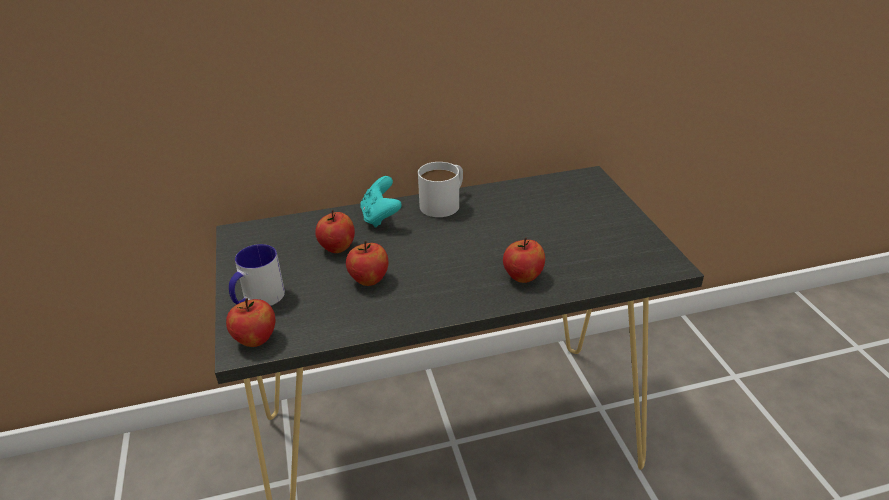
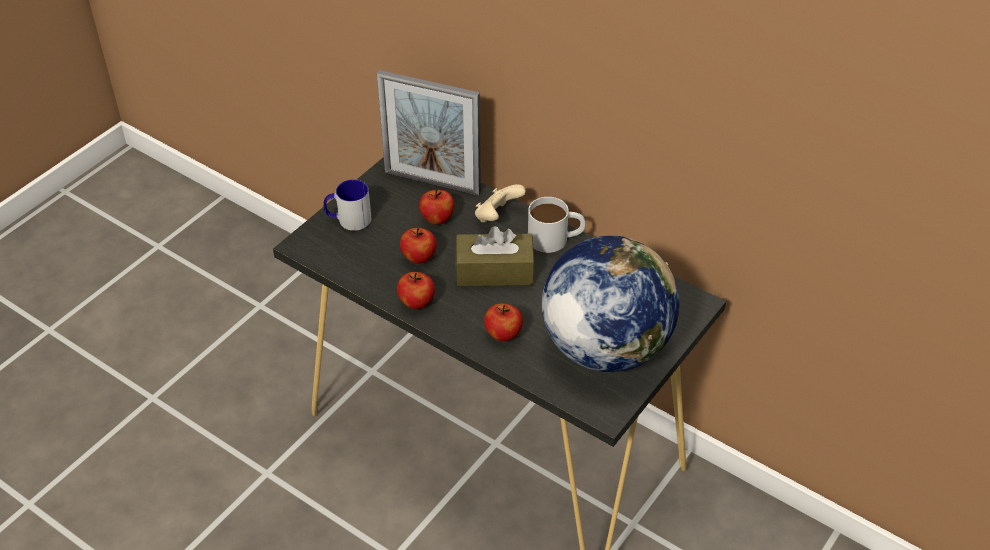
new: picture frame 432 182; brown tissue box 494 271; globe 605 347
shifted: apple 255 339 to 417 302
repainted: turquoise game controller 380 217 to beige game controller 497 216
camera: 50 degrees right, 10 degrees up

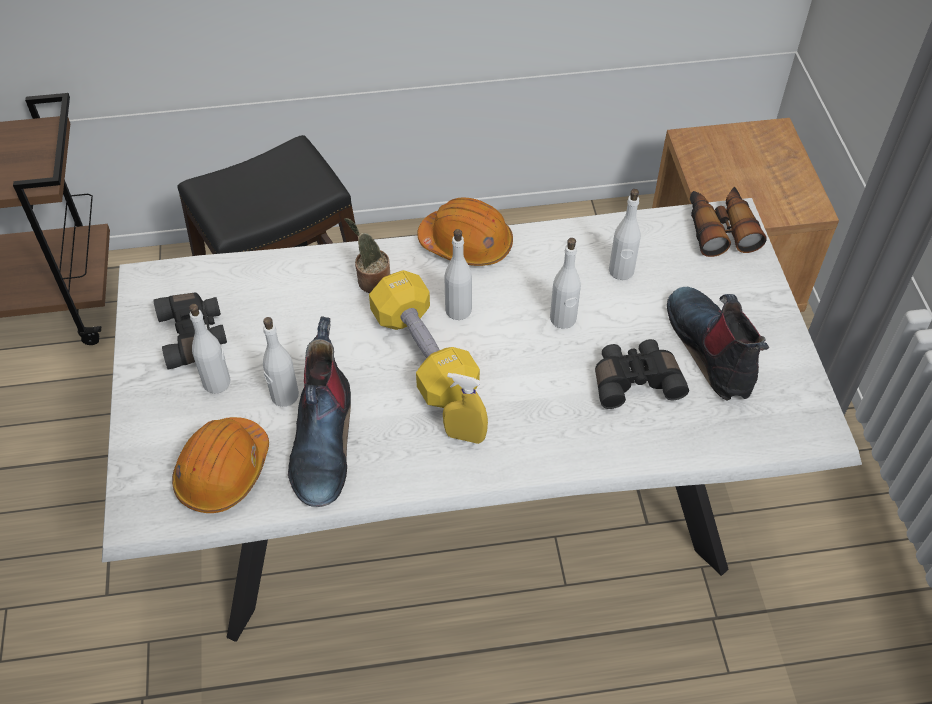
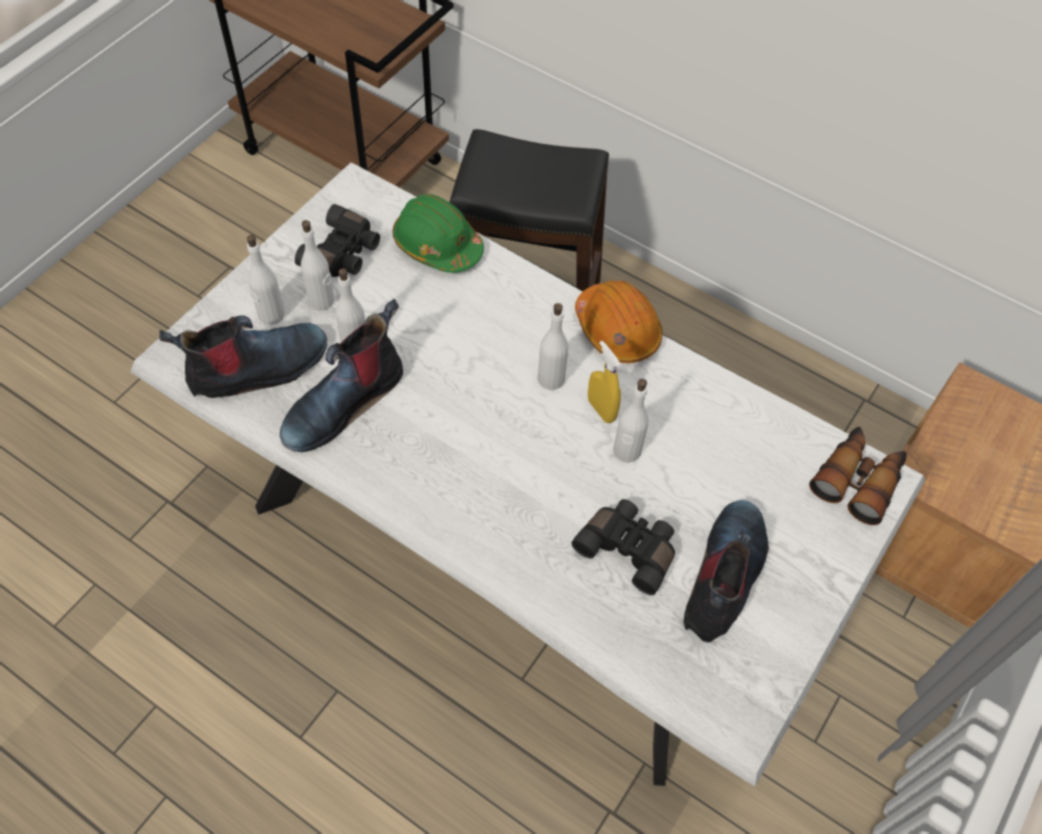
gone: potted plant 371 281; yellow dumbbell 424 355
new: green hard hat 437 245
shifted: yellow spray bottle 465 436 to 601 410; white bottle 621 271 to 271 315
swapped: orange hard hat 223 472 to boot 257 370
camera: 40 degrees right, 5 degrees up

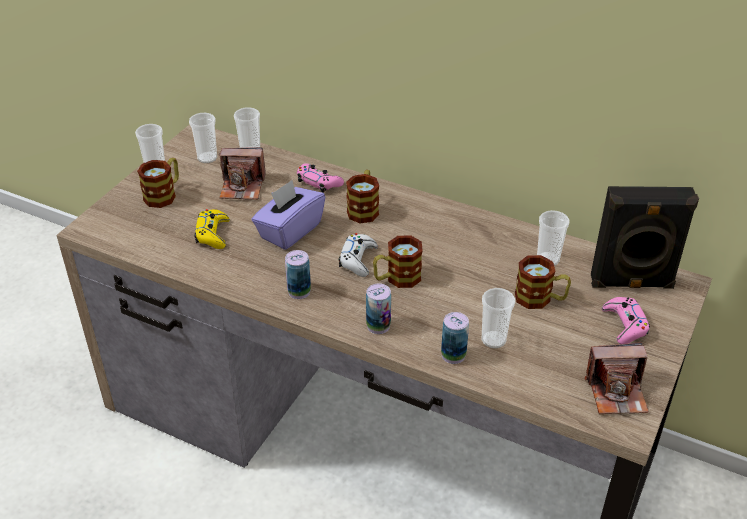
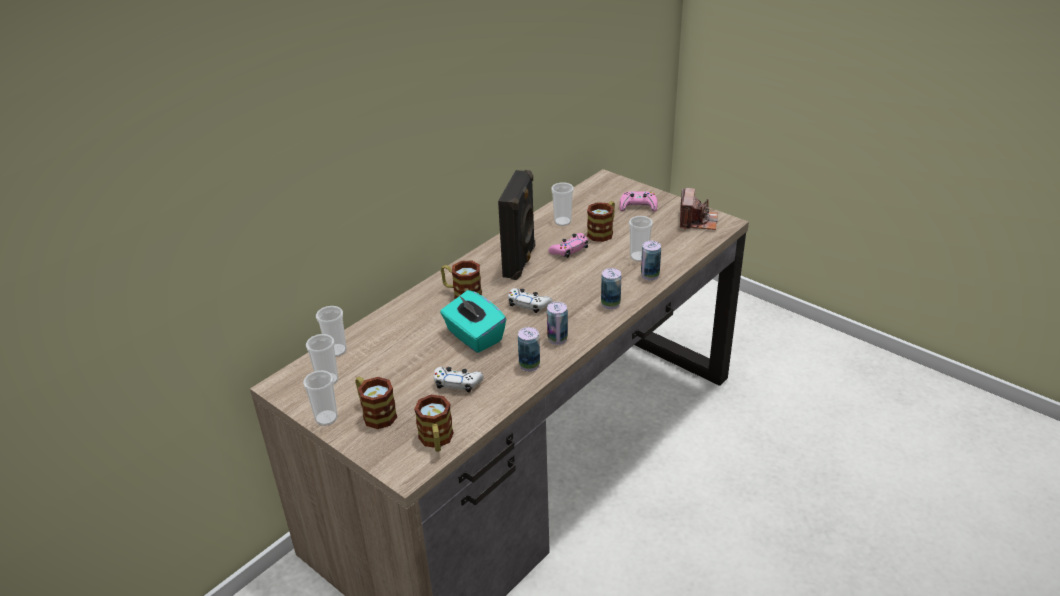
gone: photo camera 242 186
new: can 529 365
shifted: pink game controller 319 182 to 569 250; mug 397 278 to 436 441; black speaker 631 284 to 520 262
repainted: yellow game controller 212 234 to white game controller 457 383; purple tissue box 289 231 to turquoise tissue box 474 336
camera: 75 degrees left, 5 degrees down

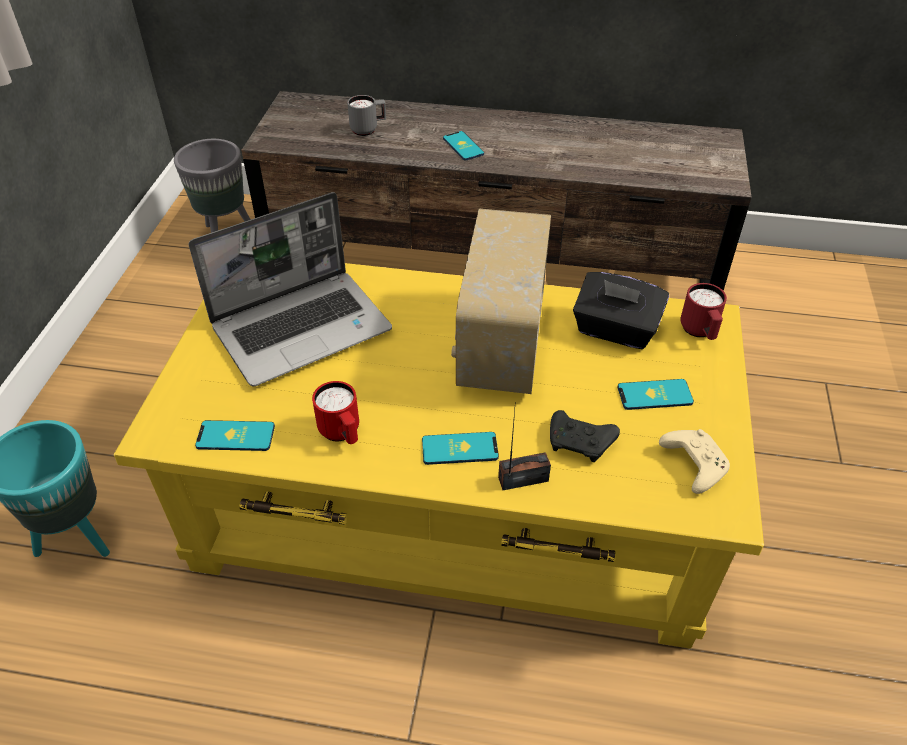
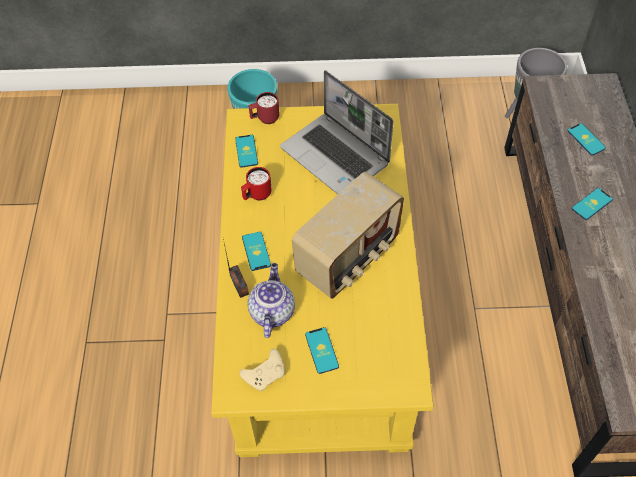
gone: black tissue box 615 330
shifted: red mug 700 332 to 265 119
swapped: grey mug 368 130 to phone 586 139; black game controller 580 443 to teapot 271 311
rotated: radio 499 343 = 348 258 135 degrees clockwise
camera: 80 degrees right, 10 degrees up

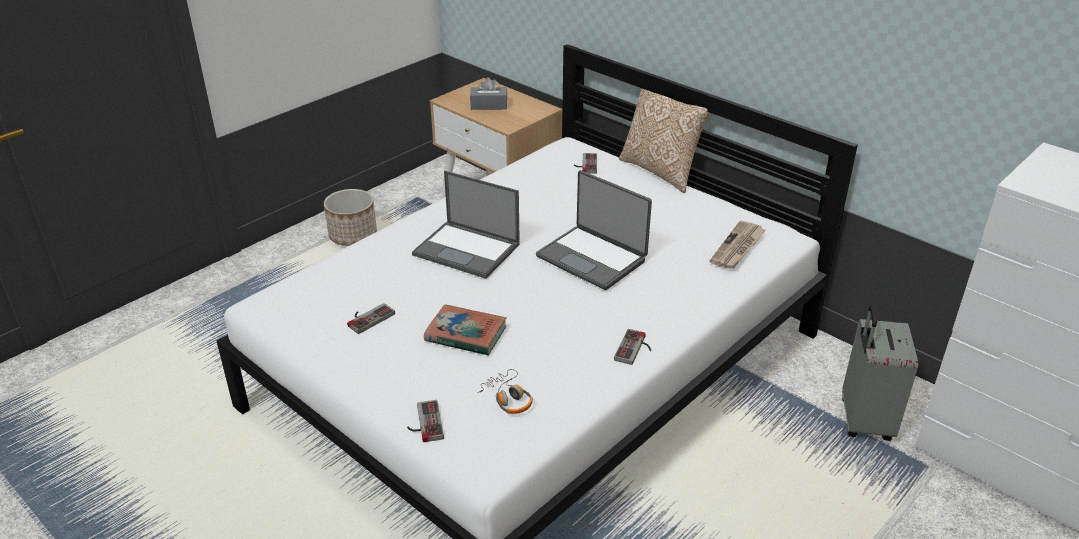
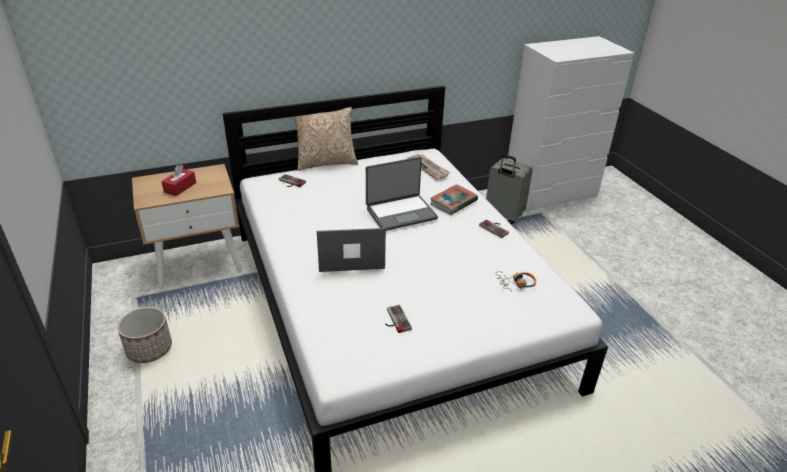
gone: game controller 423 423
shifted: book 465 334 to 453 202
repainted: grey tissue box 489 105 to red tissue box 180 187
rotated: laptop 468 250 = 349 255 150 degrees counterclockwise
camera: 65 degrees left, 0 degrees up

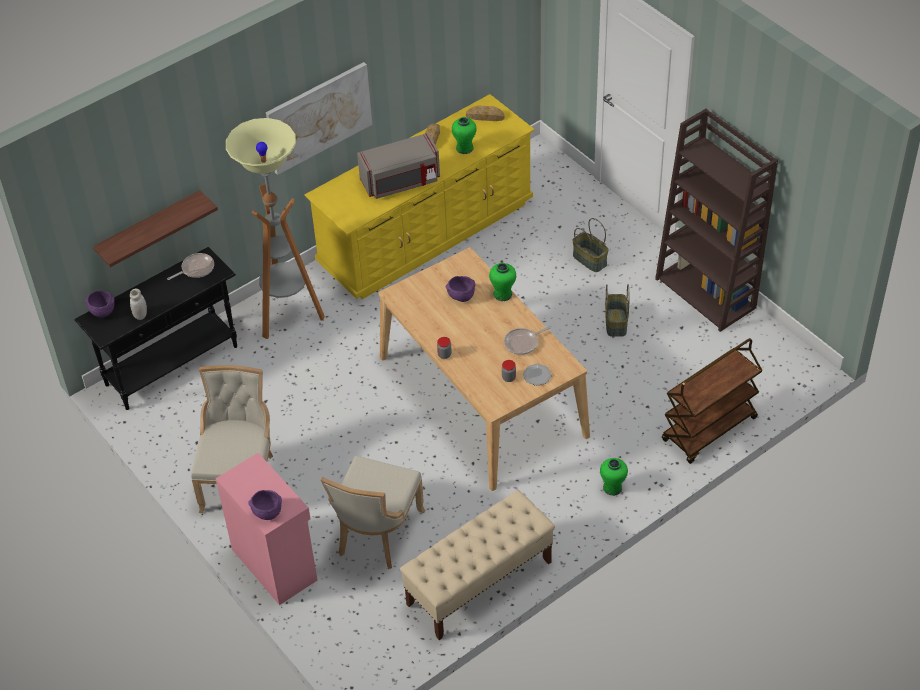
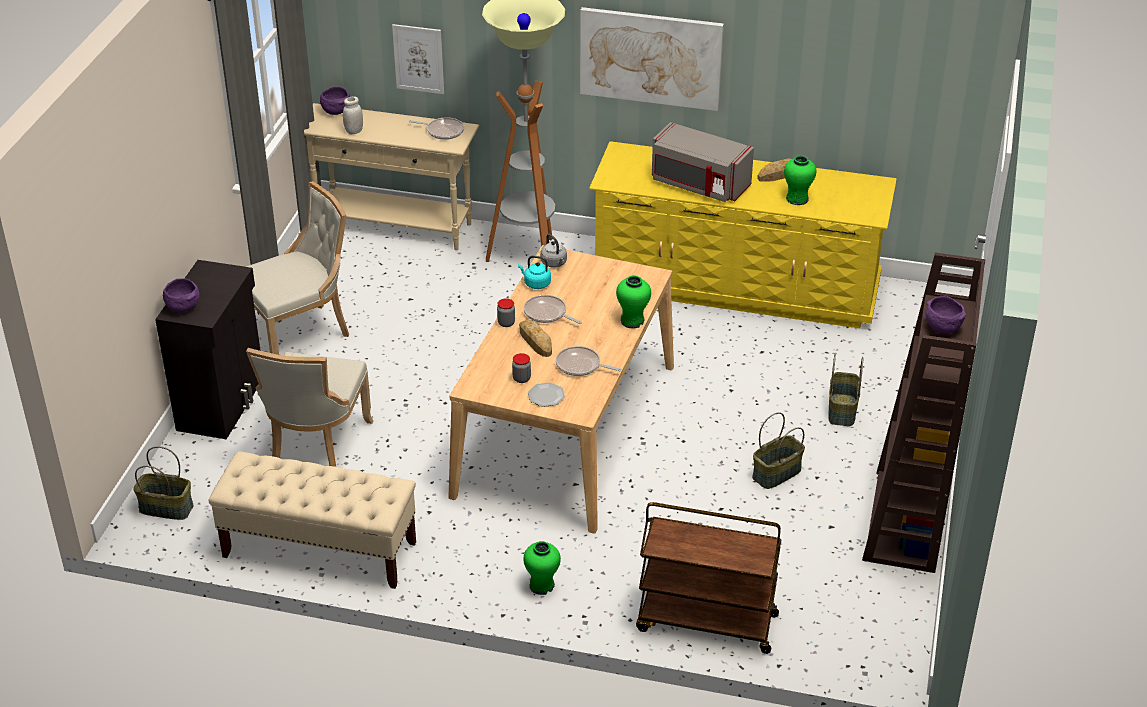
new: basket 167 507; turquoise kettle 536 283; frying pan 547 314; grey kettle 554 263
shifted: purple bowl 461 297 to 941 328; bread 485 116 to 535 341
swapped: shelf 149 229 to picture 418 59
repainted: black console table 172 365 to beige console table 395 227; pink cabinet 275 563 to black cabinet 223 403
rotated: beige chair 376 534 = 316 449 60 degrees counterclockwise
camera: 50 degrees right, 10 degrees down

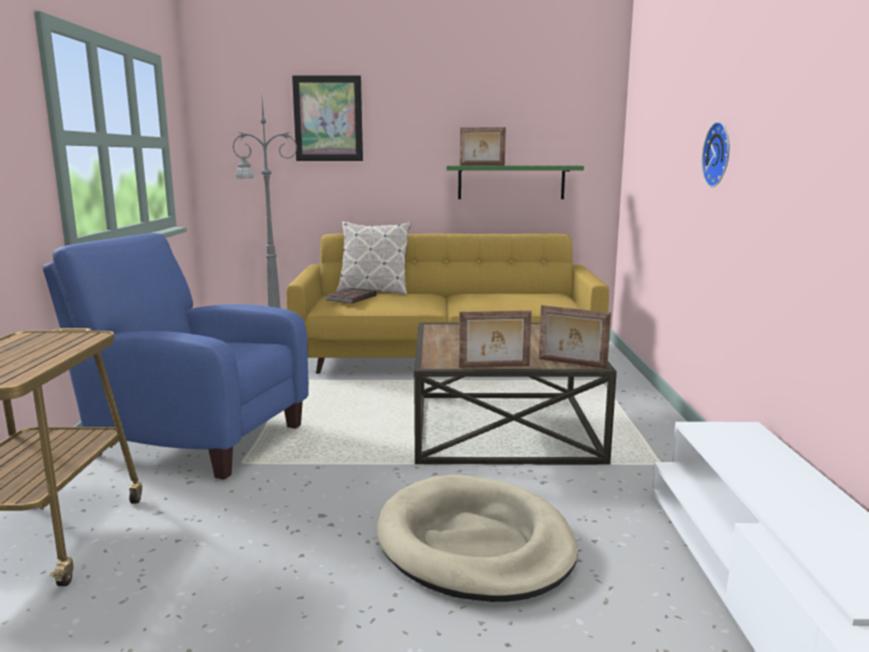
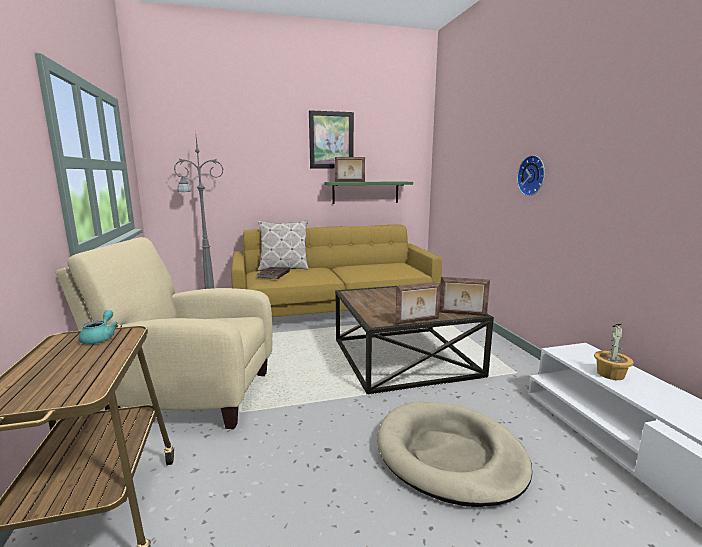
new: turquoise teapot 100 338; potted plant 610 374
shifted: picture 328 119 to 331 140
repainted: blue armchair 193 438 to beige armchair 188 395
camera: 15 degrees left, 0 degrees up

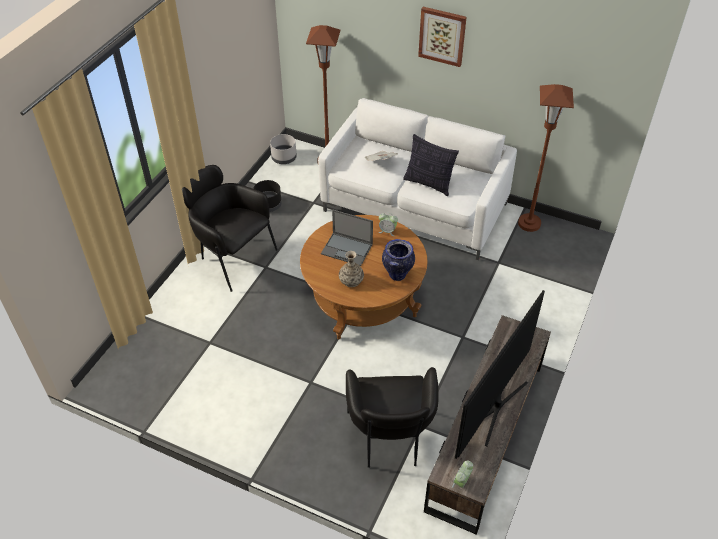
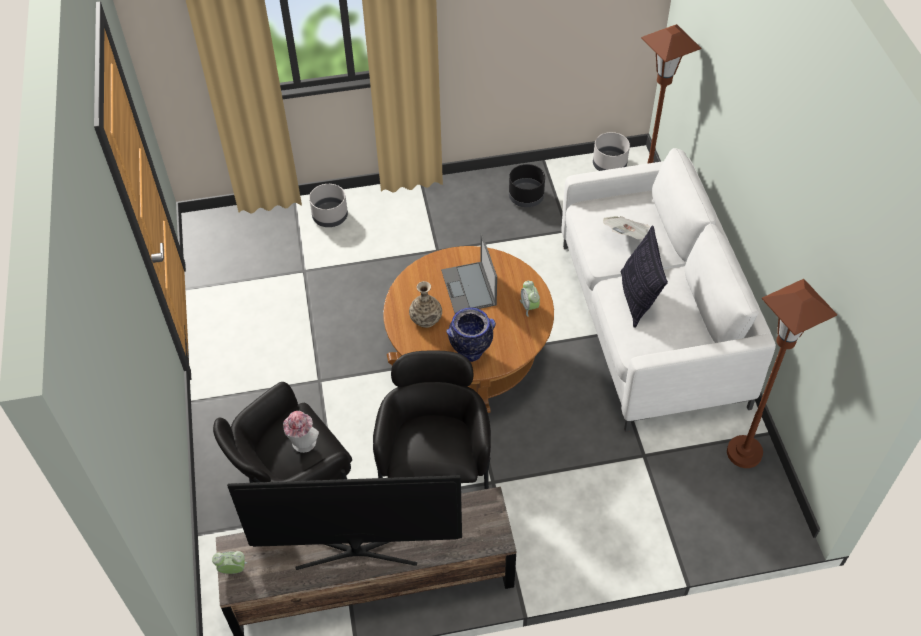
gone: picture 442 36
new: hat 303 445; grey planter 330 217
shifted: black armchair 232 257 to 435 474
camera: 55 degrees right, 5 degrees up

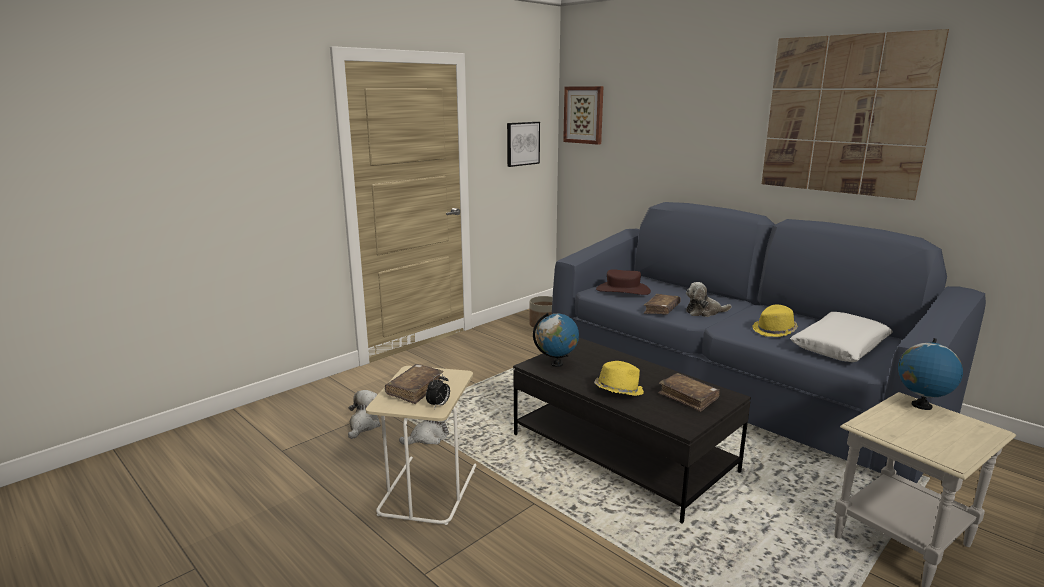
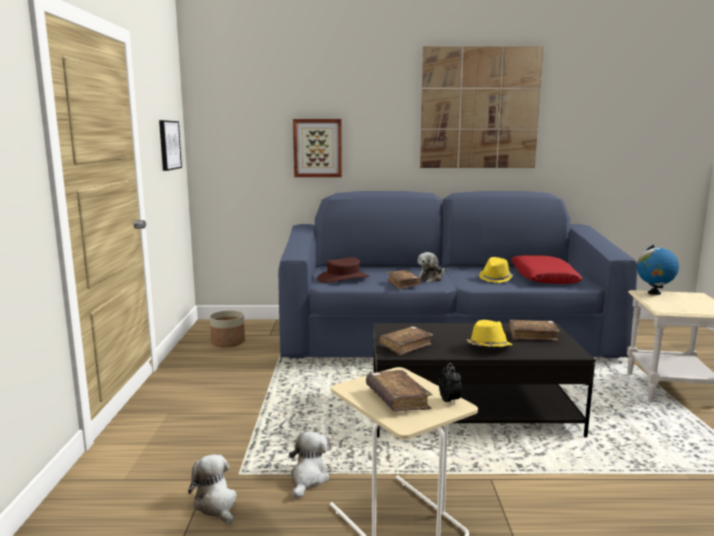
shifted: picture 584 115 to 317 148
swapped: globe 556 364 to brown book 405 346
repainted: white pillow 839 347 to red pillow 543 278
camera: 45 degrees left, 5 degrees down

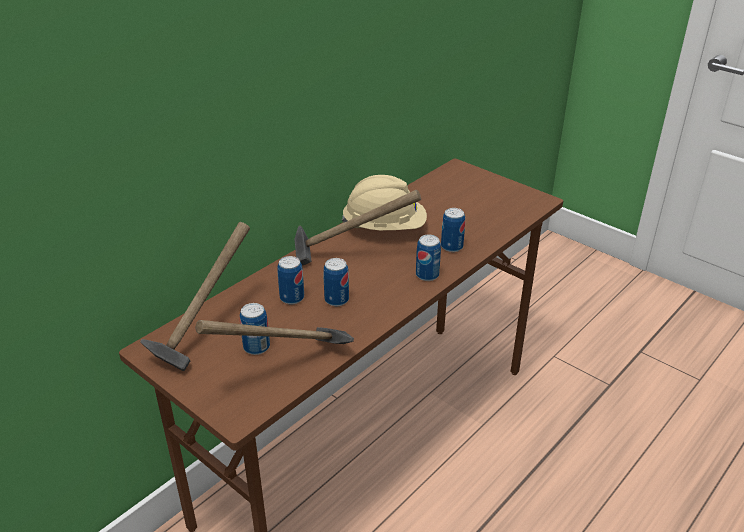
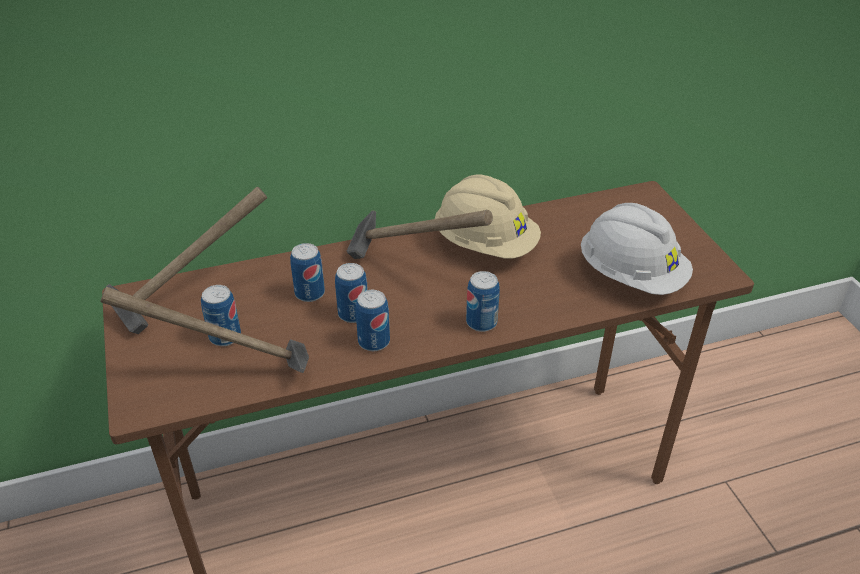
new: white hard hat 631 276
shifted: can 451 247 to 374 342
camera: 30 degrees right, 5 degrees up

